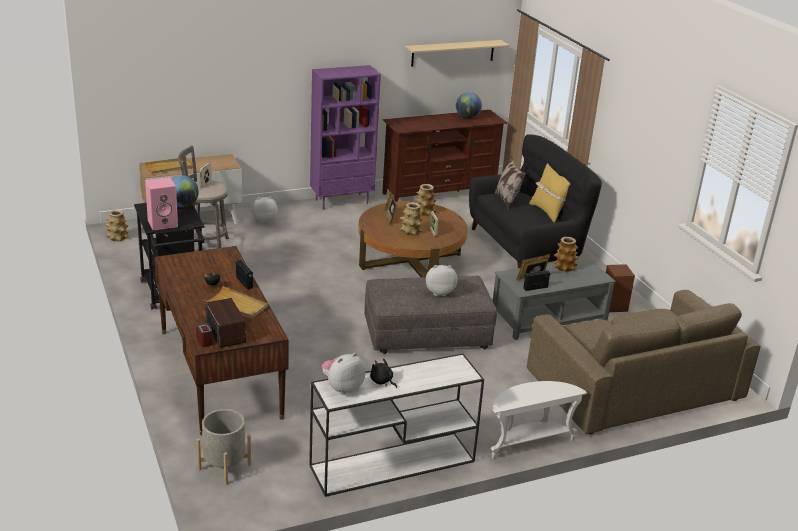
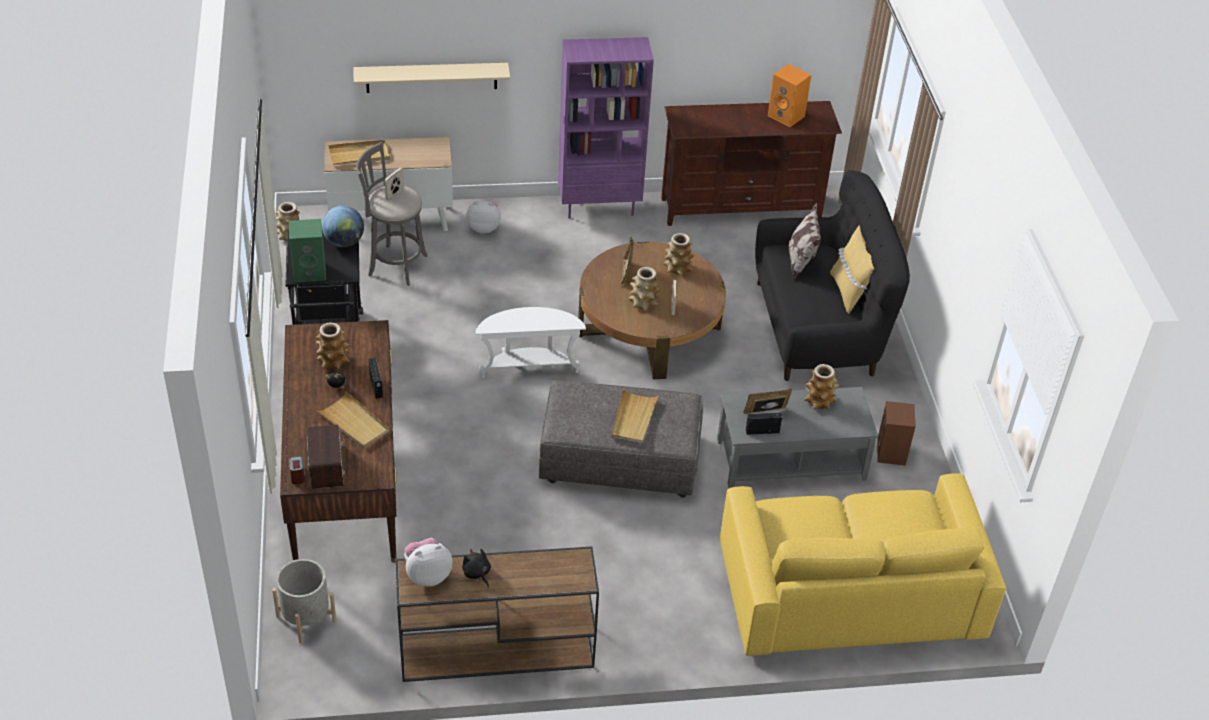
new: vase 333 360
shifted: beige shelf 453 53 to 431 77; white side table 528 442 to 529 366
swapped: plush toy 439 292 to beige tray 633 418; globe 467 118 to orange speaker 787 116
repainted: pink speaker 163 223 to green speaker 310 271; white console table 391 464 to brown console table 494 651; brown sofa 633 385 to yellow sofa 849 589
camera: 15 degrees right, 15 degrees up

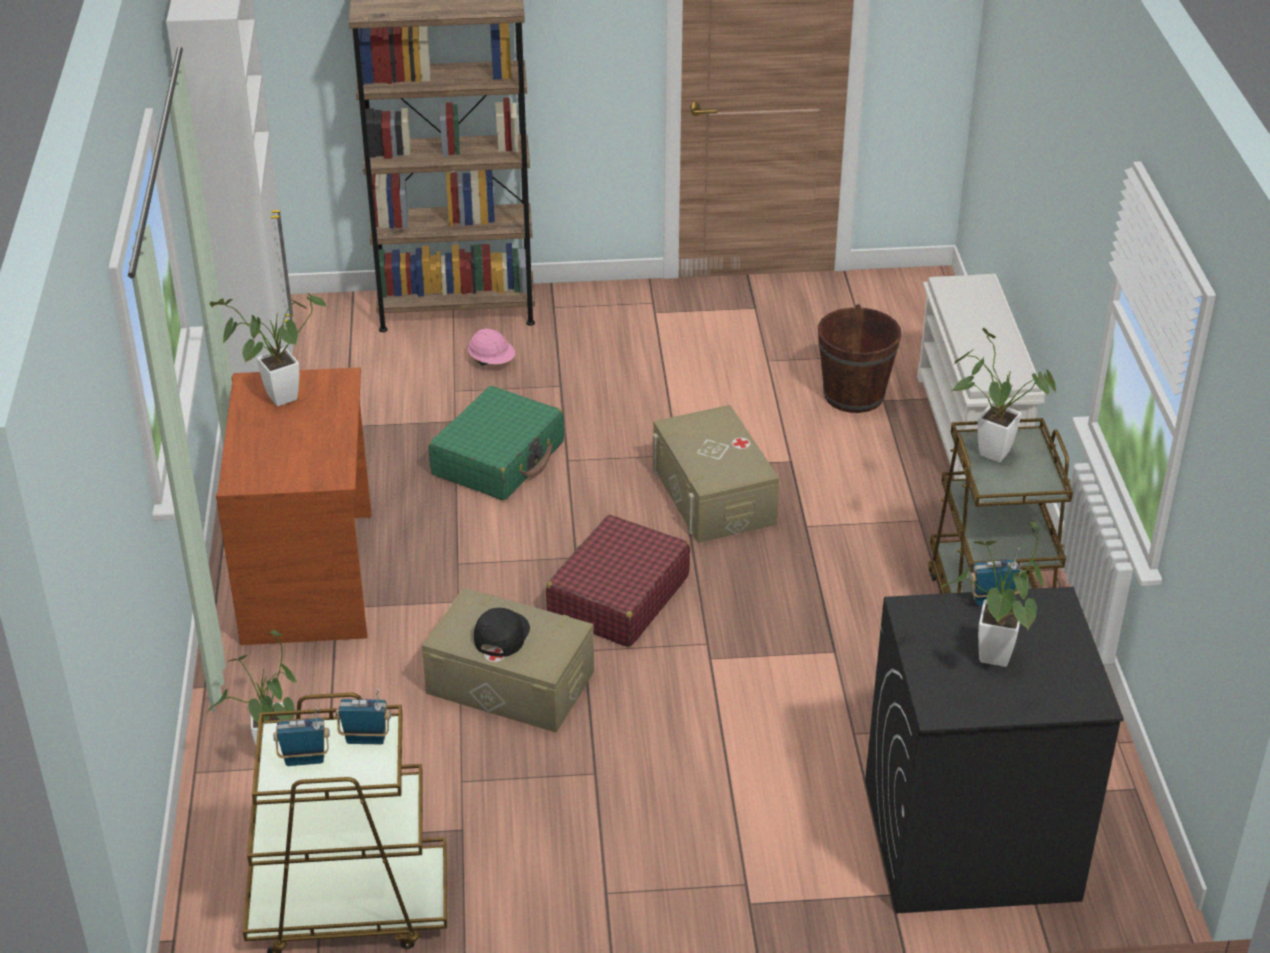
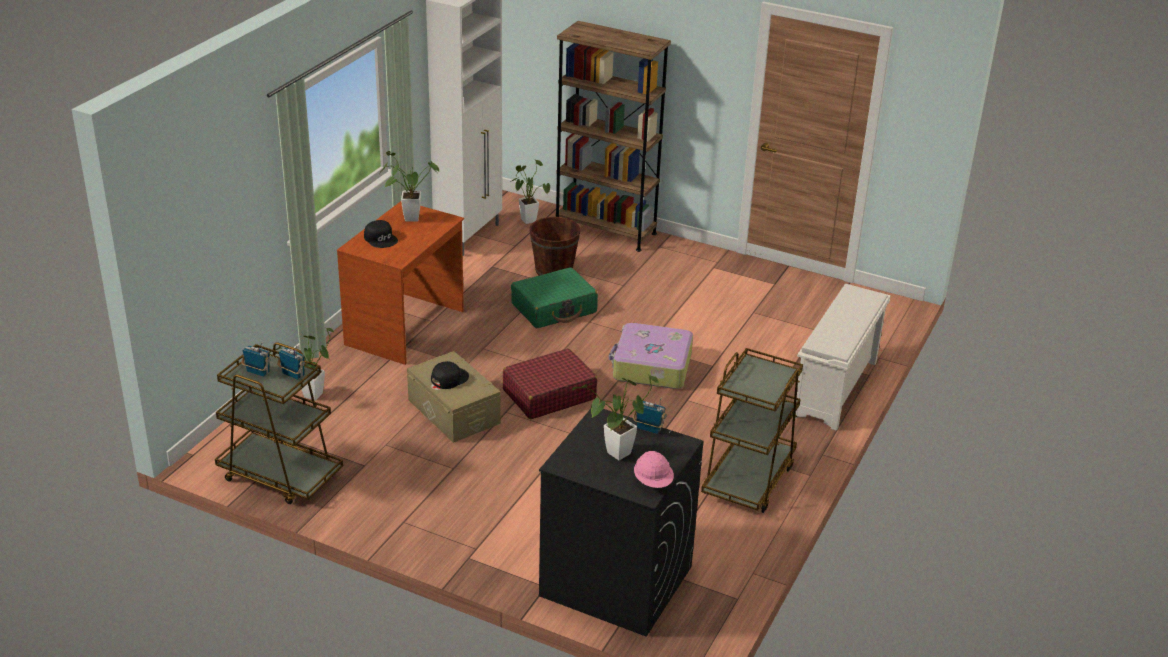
new: black cap 381 238
shifted: pink hard hat 492 361 to 653 482; brown bucket 854 395 to 554 270; potted plant 987 450 to 527 219
swapped: beige storage box 713 495 to suitcase 651 366
camera: 30 degrees right, 5 degrees down

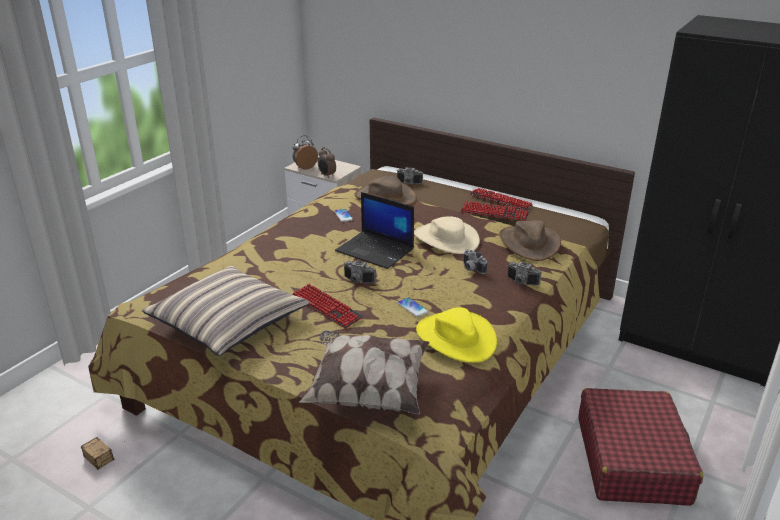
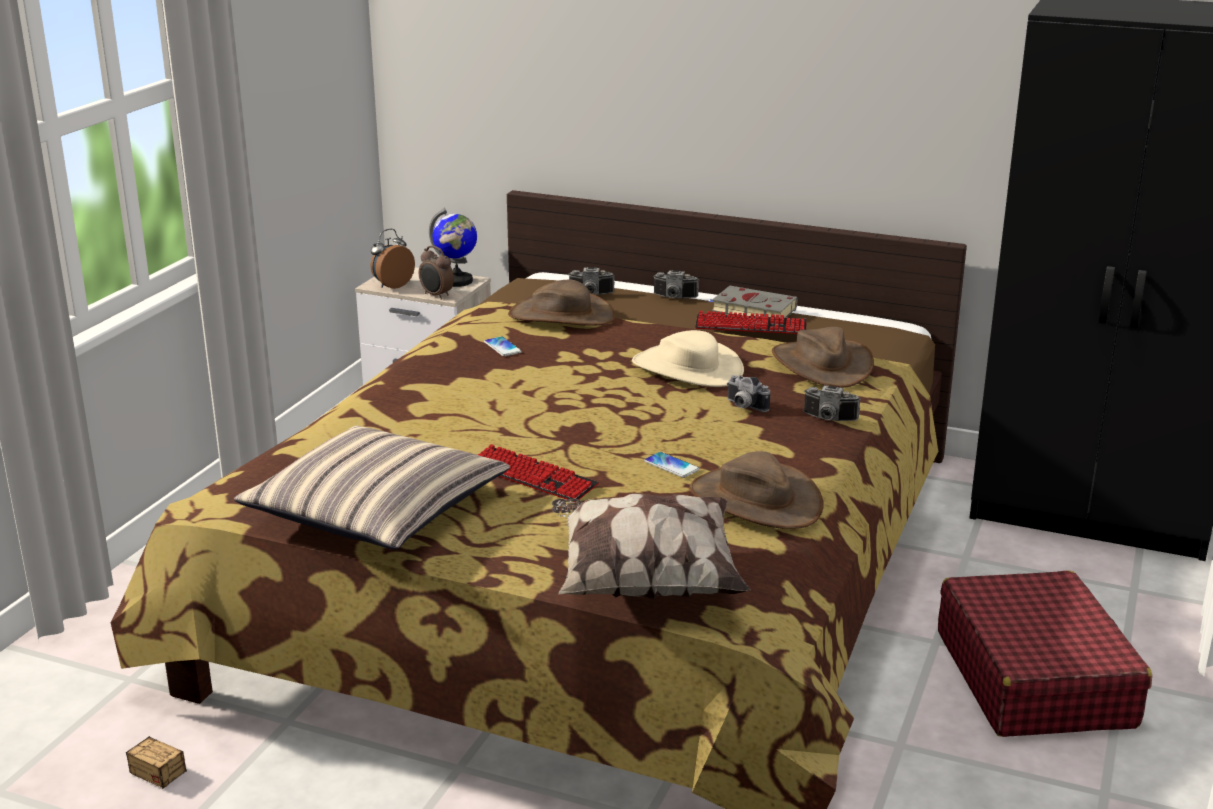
gone: laptop 376 250
new: globe 457 281
shifted: photo camera 357 281 to 674 298
swapped: keyboard 500 200 to grey book 751 309
repainted: yellow hat 455 338 to brown hat 755 500
camera: 10 degrees left, 5 degrees down

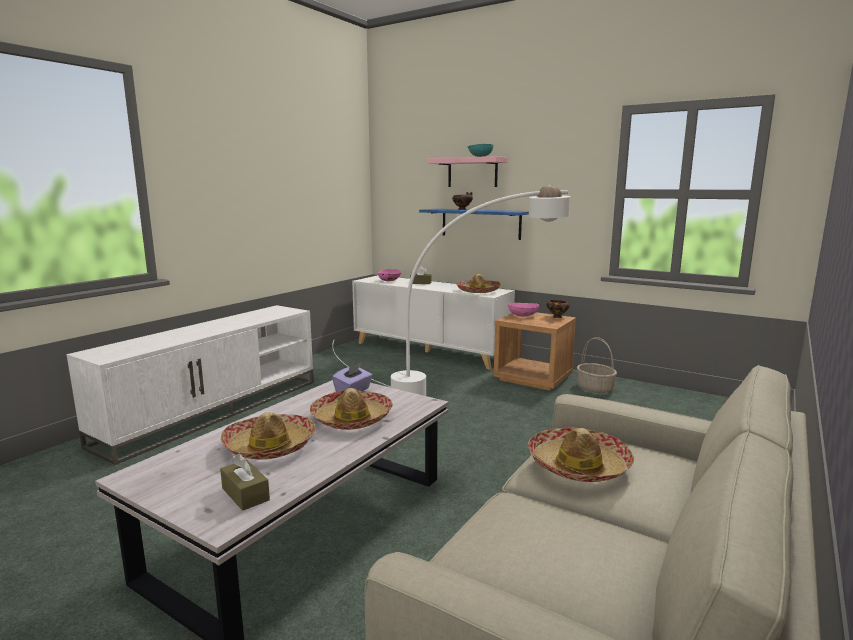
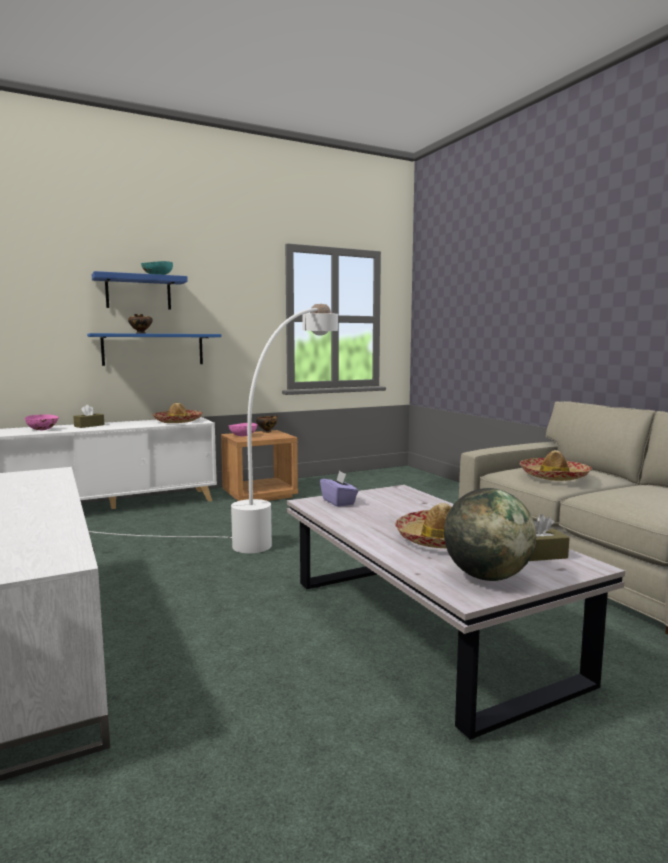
gone: hat 352 418; basket 595 388
new: globe 486 577
repainted: pink shelf 472 172 to blue shelf 138 292
camera: 60 degrees left, 5 degrees down

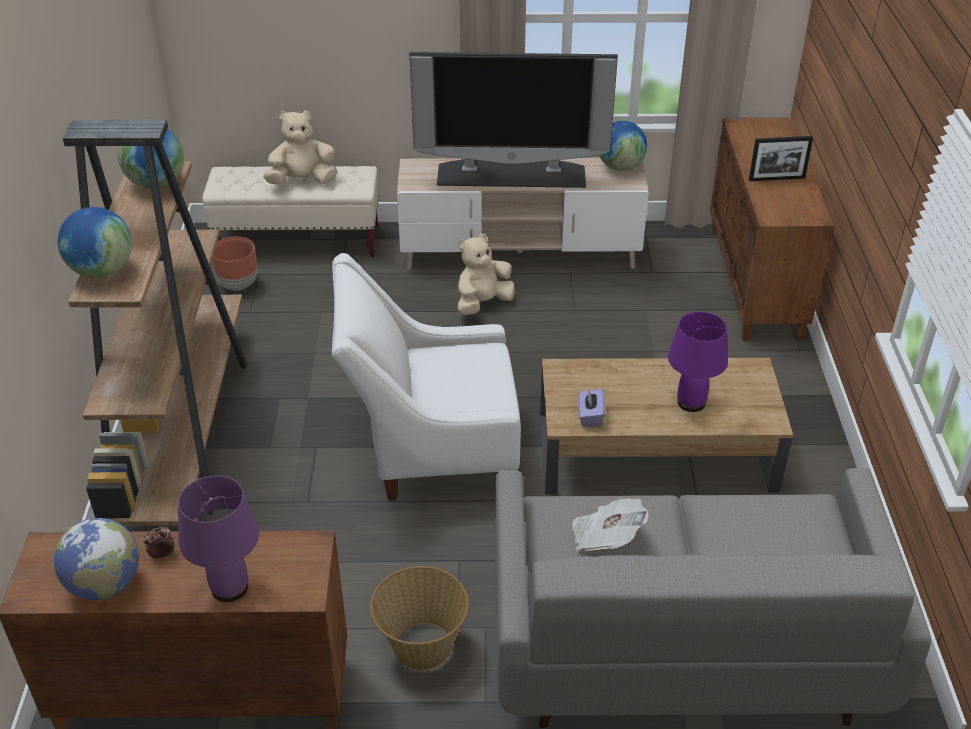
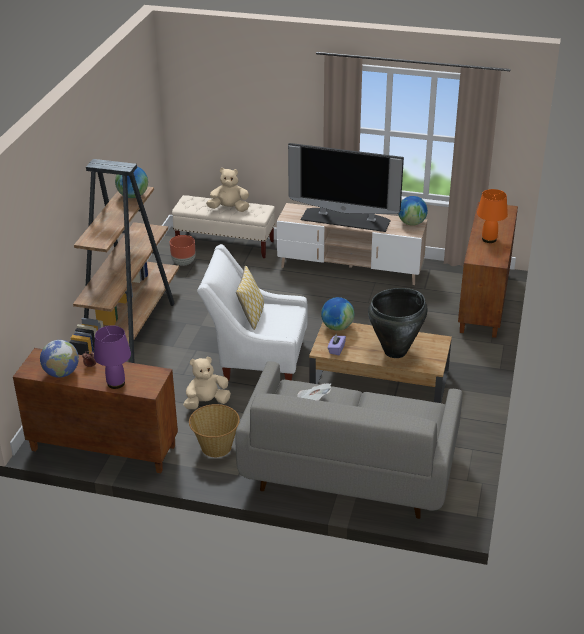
new: pillow 251 316
shifted: globe 102 271 to 337 327; beige plush toy 483 303 to 206 402
swapped: purple table lamp 692 402 to black vase 395 351; picture frame 776 179 to orange table lamp 489 239
camera: 15 degrees right, 5 degrees down

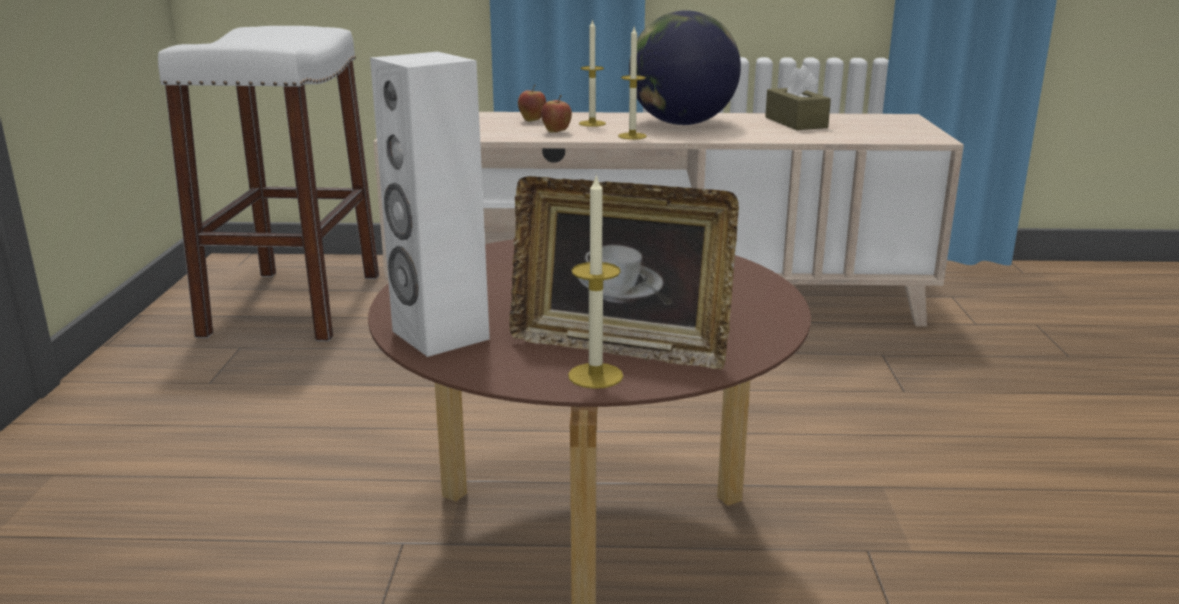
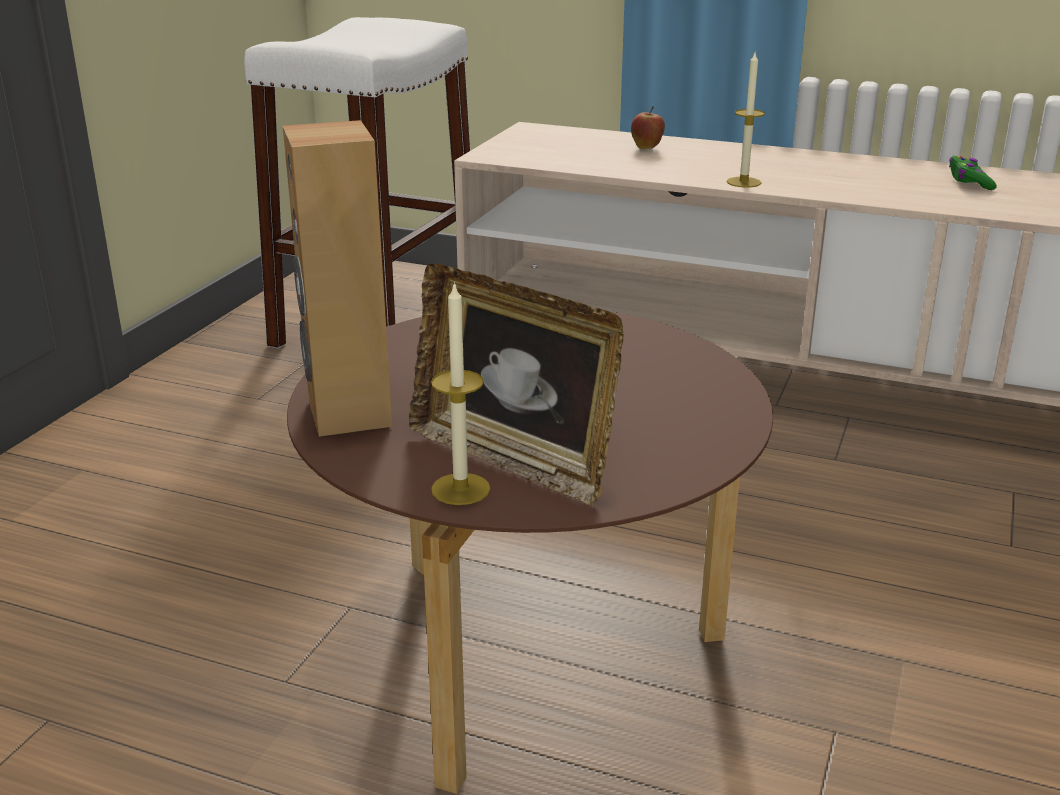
gone: apple 556 132; candle 592 123; globe 681 123
swapped: brown tissue box 795 122 to green game controller 969 181
repainted: white speaker 439 335 to brown speaker 348 413
camera: 20 degrees right, 5 degrees up

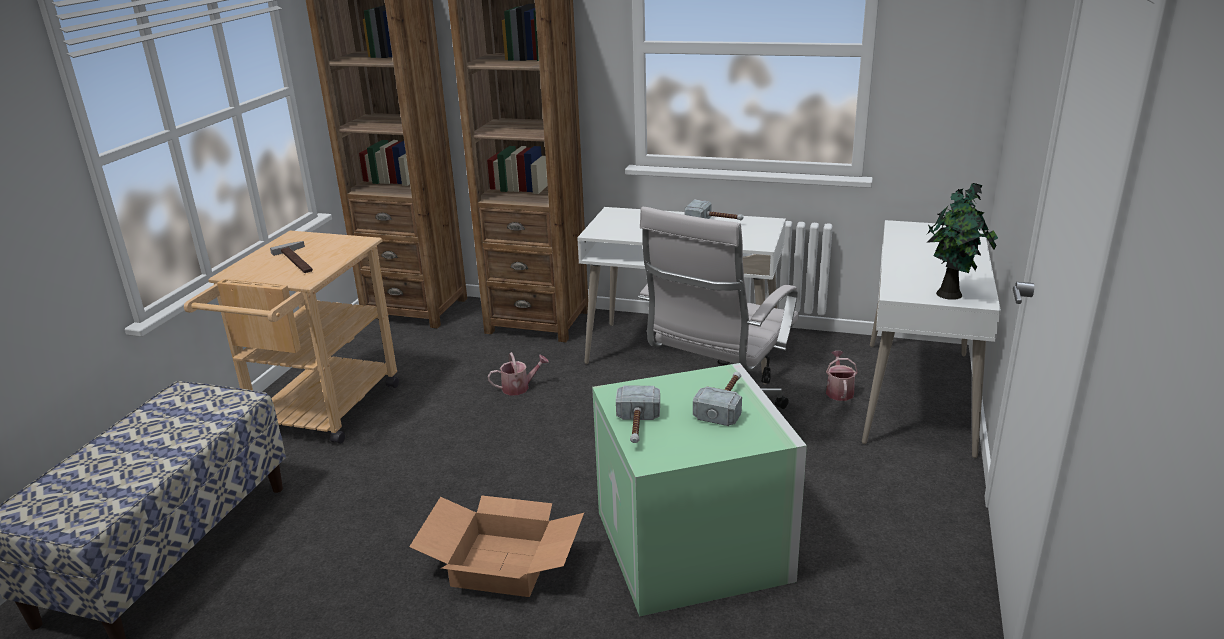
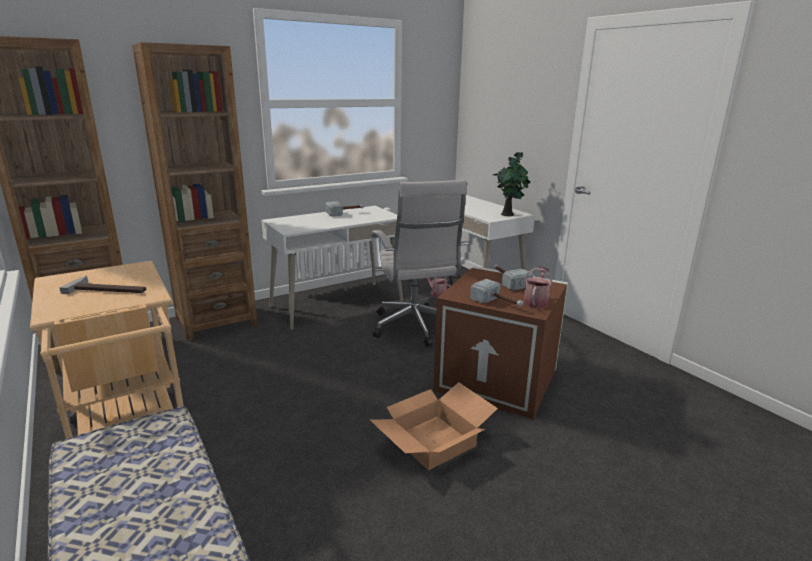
shifted: watering can 519 387 to 536 301
repainted: green storage box 695 546 to brown storage box 499 378
camera: 50 degrees left, 5 degrees down

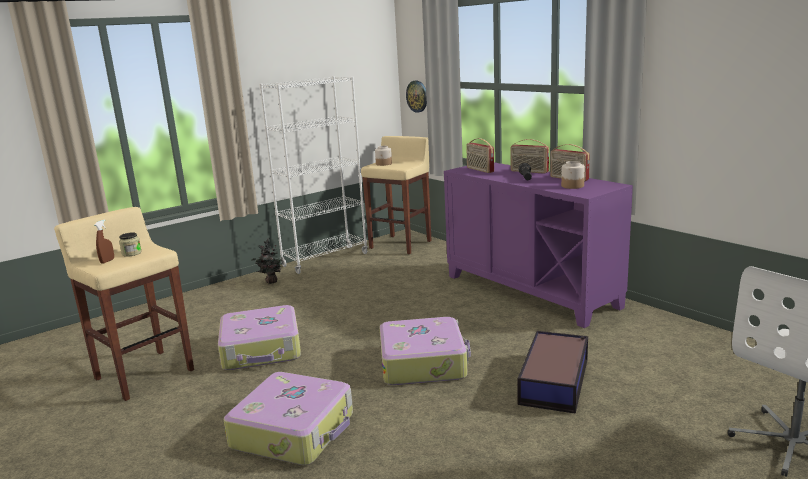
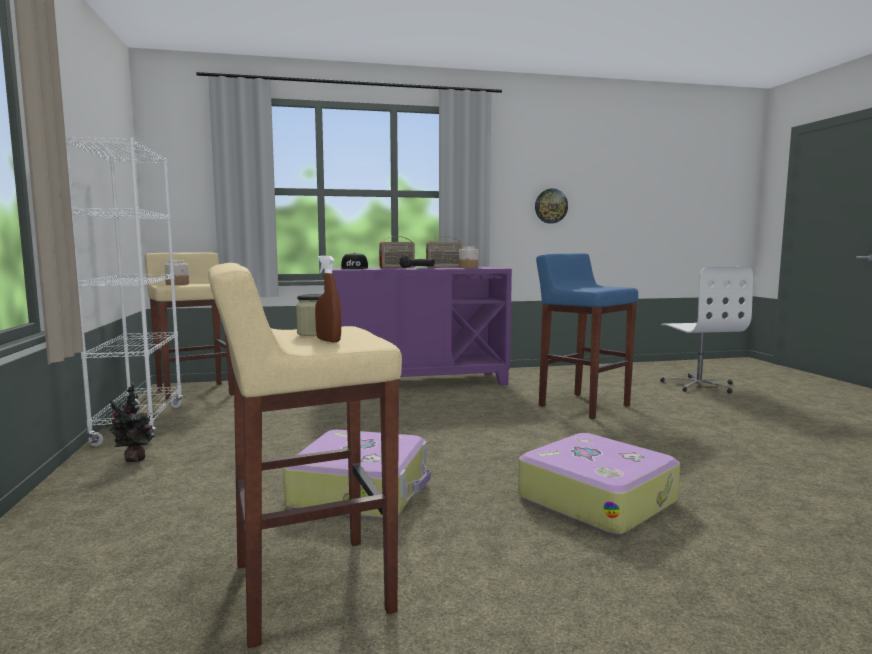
gone: suitcase 423 362
shifted: wall clock 417 96 to 551 206
swapped: radio 479 170 to black cap 355 268; storage box 555 380 to blue stool 583 405
camera: 65 degrees left, 10 degrees down

